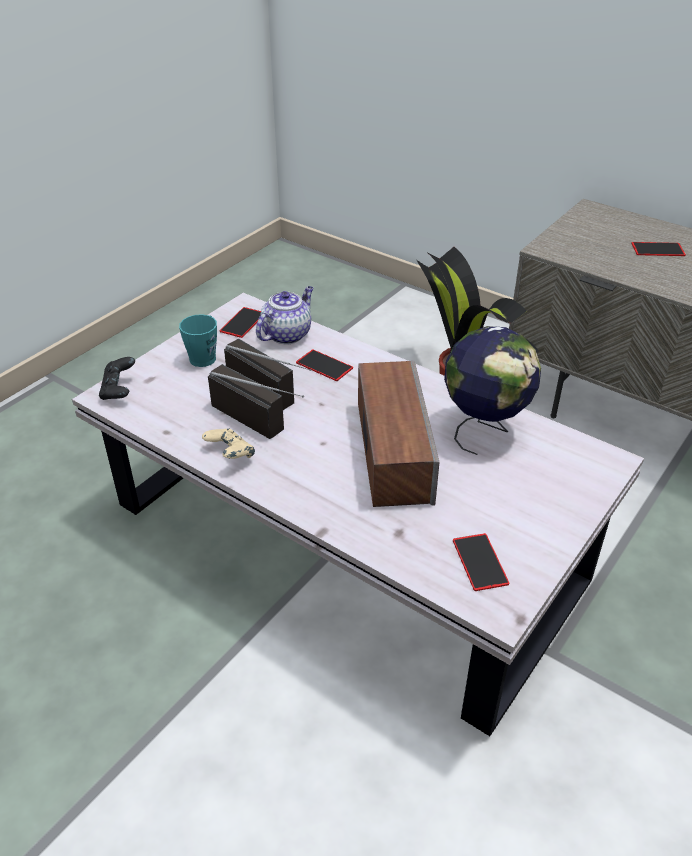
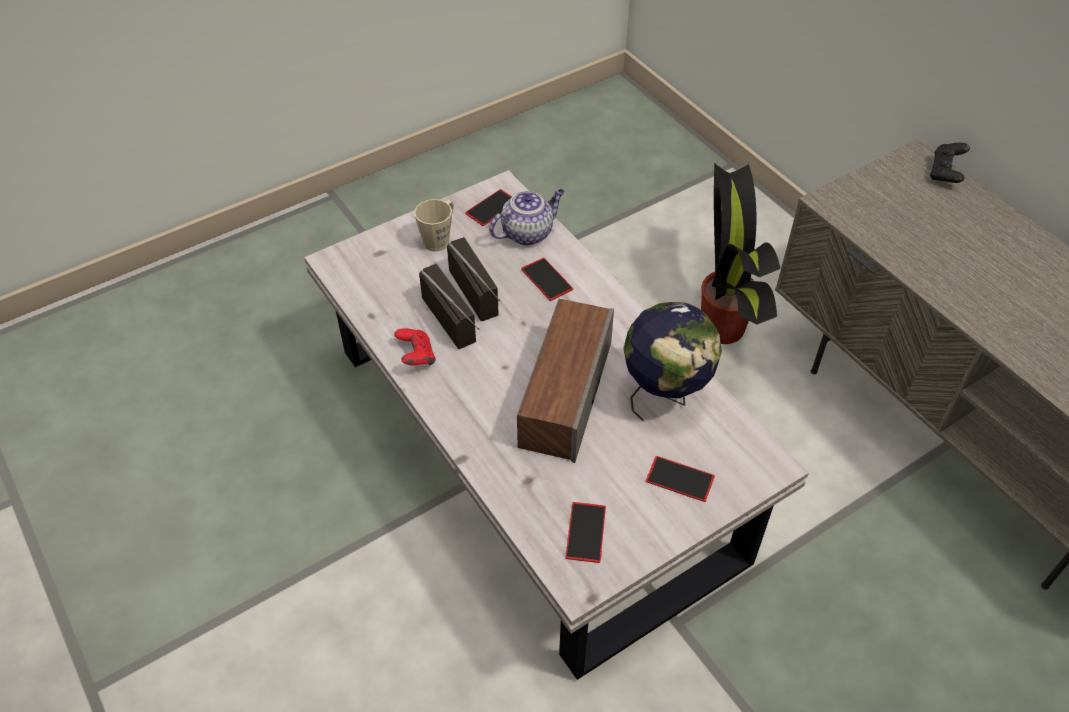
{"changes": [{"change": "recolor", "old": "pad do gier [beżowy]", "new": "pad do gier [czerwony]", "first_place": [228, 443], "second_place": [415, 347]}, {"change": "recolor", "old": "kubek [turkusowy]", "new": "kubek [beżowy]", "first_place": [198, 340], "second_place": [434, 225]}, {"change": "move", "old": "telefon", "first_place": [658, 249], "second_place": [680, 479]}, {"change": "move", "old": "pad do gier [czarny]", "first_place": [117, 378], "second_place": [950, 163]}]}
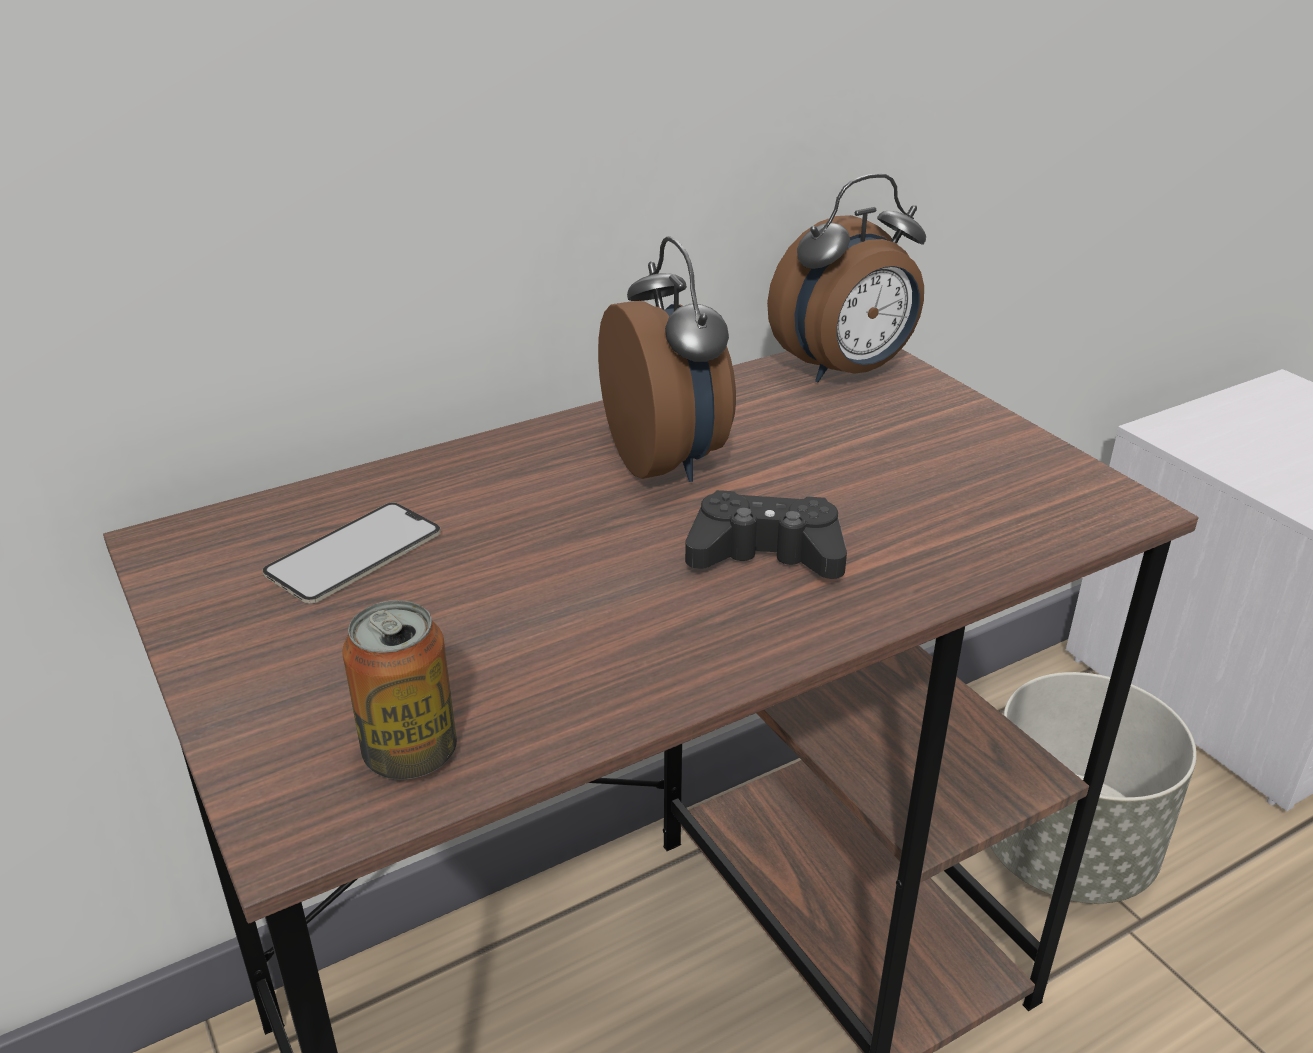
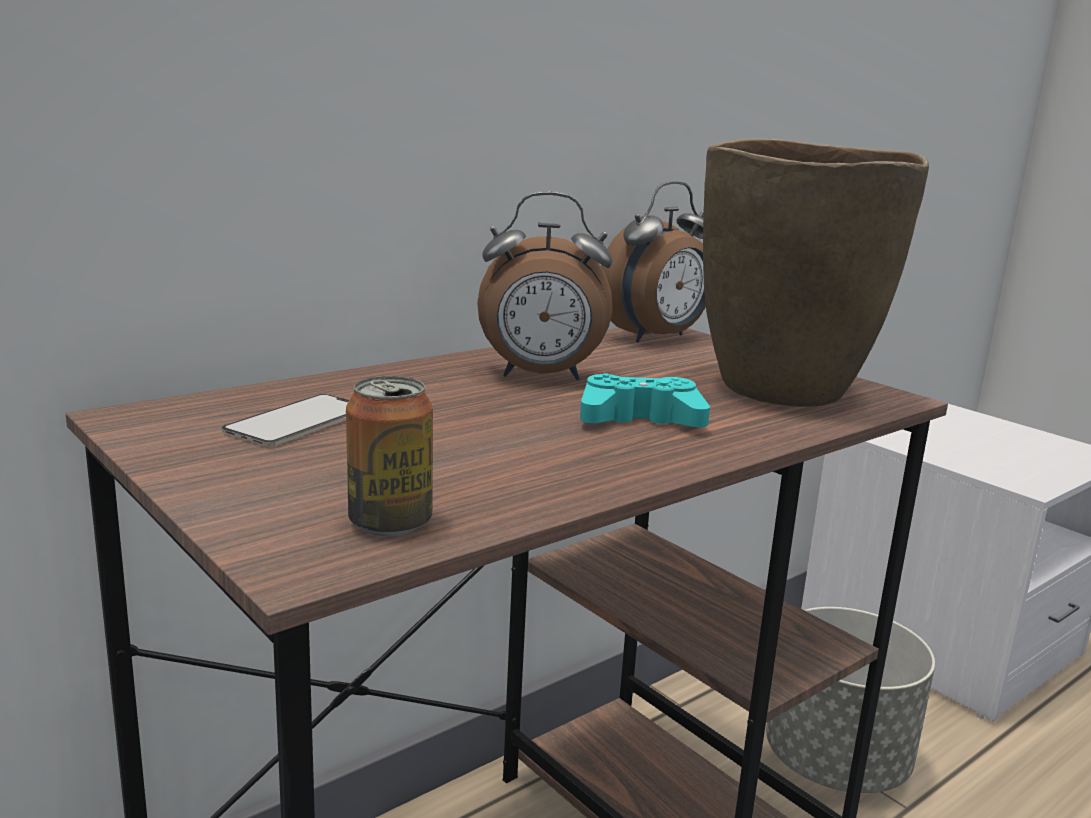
{"changes": [{"change": "rotate", "old": "budzik", "first_place": [667, 359], "second_place": [545, 286], "degrees": 120}, {"change": "recolor", "old": "pad do gier [czarny]", "new": "pad do gier [turkusowy]", "first_place": [766, 534], "second_place": [645, 400]}, {"change": "insert", "new": "wazon [brązowy]", "second_place": [816, 272]}]}
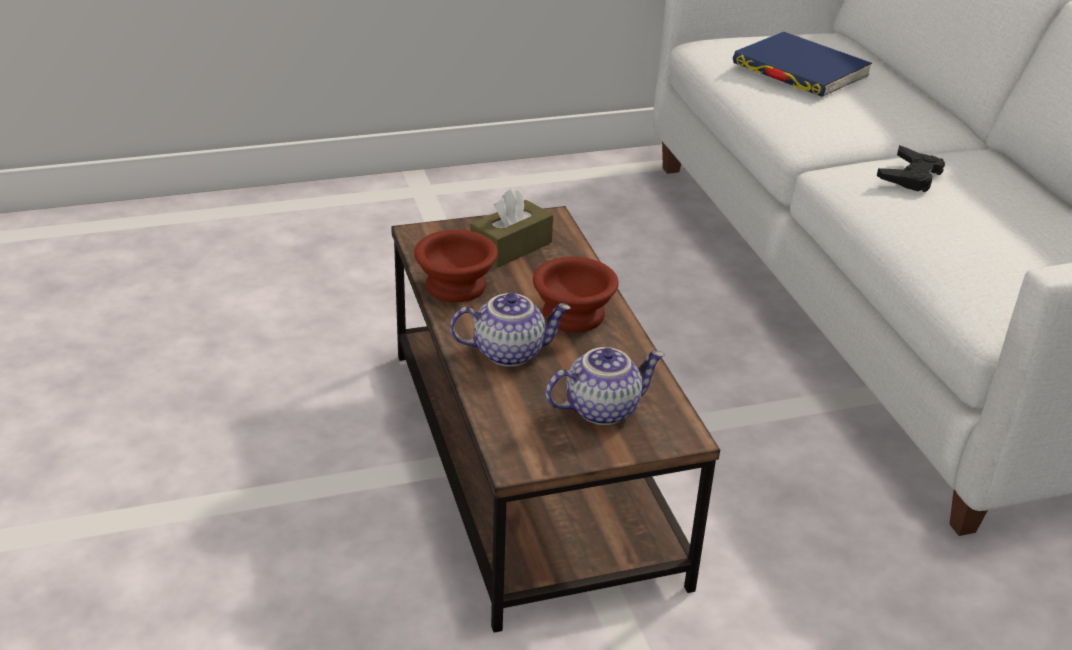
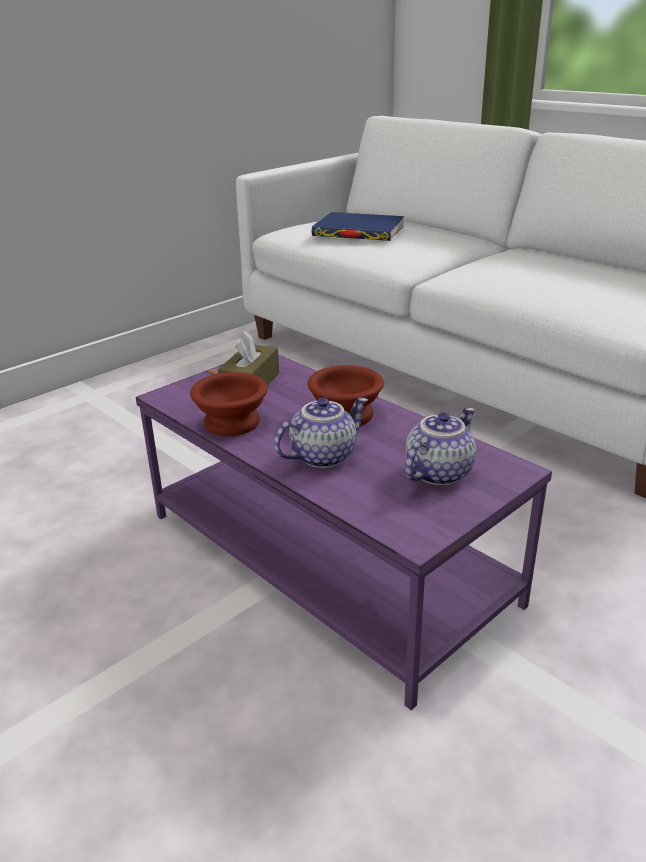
{"changes": [{"change": "recolor", "old": "ława [brązowy]", "new": "ława [fioletowy]", "first_place": [555, 419], "second_place": [344, 532]}, {"change": "delete", "old": "pad do gier [czarny]", "first_place": [911, 168]}]}
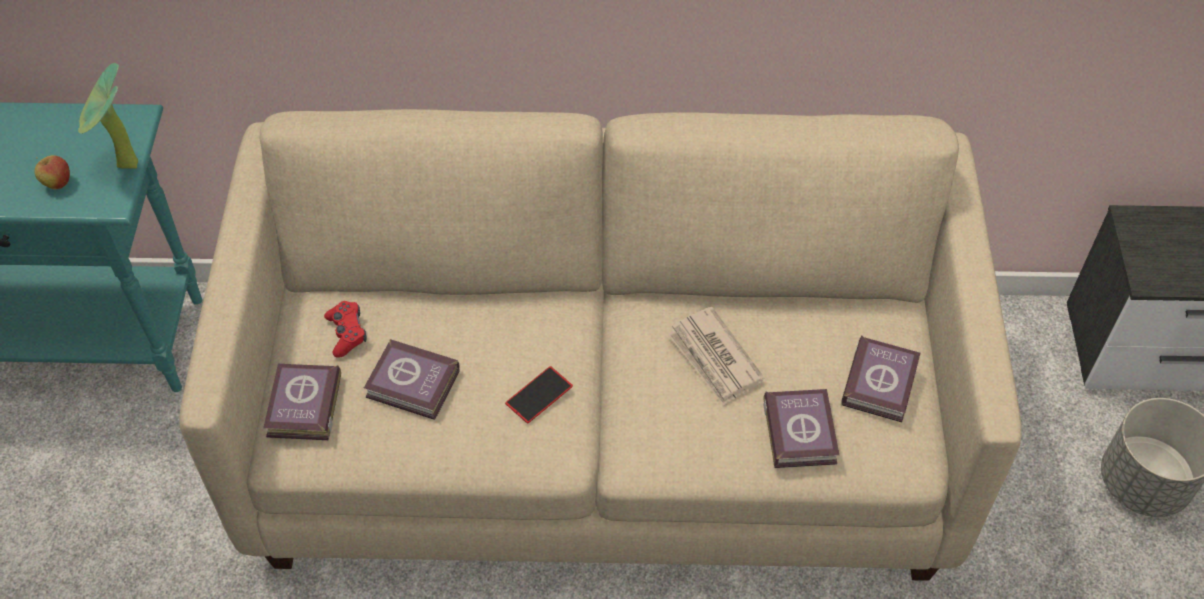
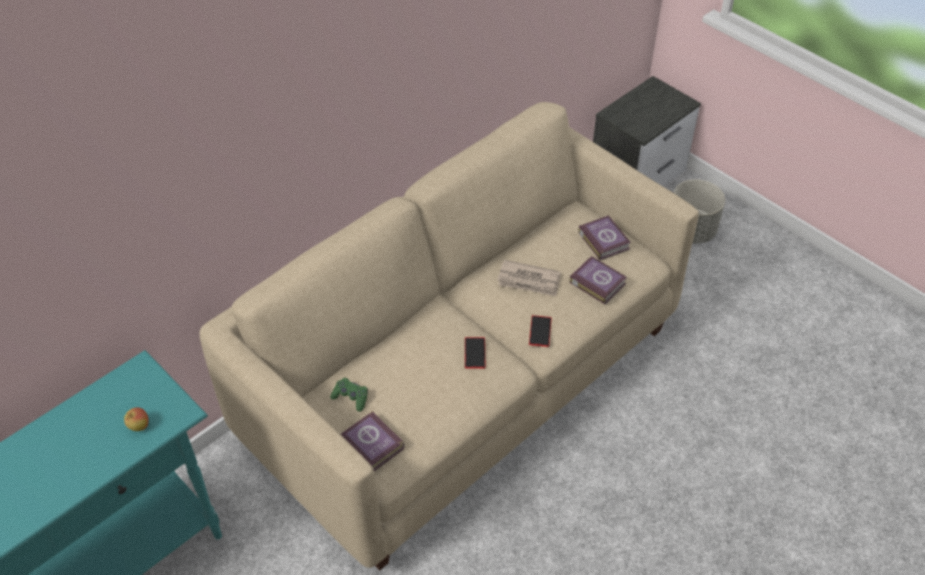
{"changes": [{"change": "recolor", "old": "pad do gier [czerwony]", "new": "pad do gier [zielony]", "first_place": [345, 329], "second_place": [349, 395]}, {"change": "insert", "new": "telefon", "second_place": [540, 331]}, {"change": "delete", "old": "roślina doniczkowa", "first_place": [108, 116]}, {"change": "delete", "old": "książka", "first_place": [412, 379]}]}
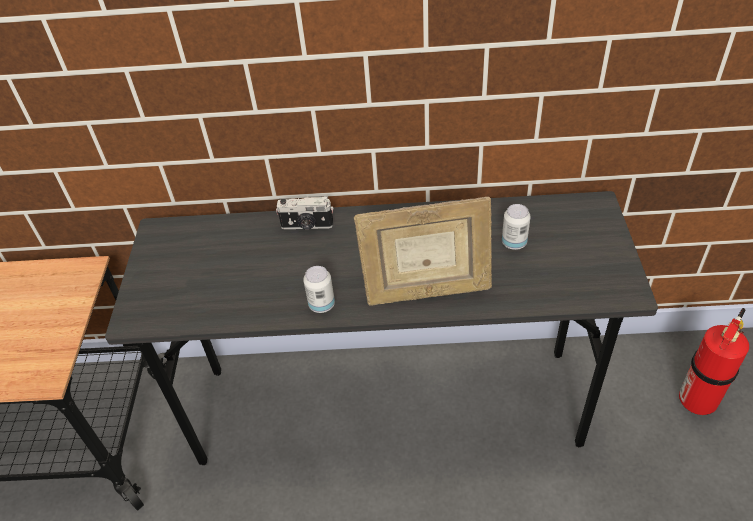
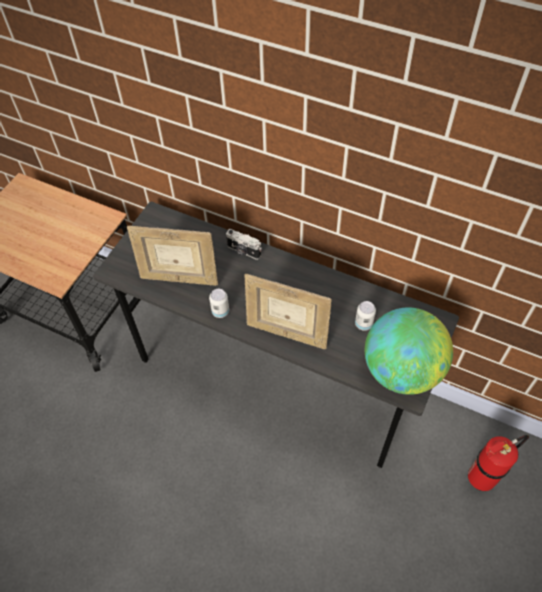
{"changes": [{"change": "insert", "new": "ramka na zdjęcie", "second_place": [172, 256]}, {"change": "insert", "new": "globus", "second_place": [409, 351]}]}
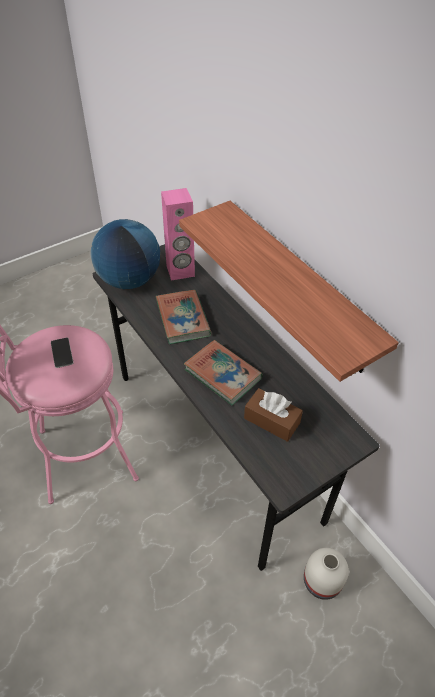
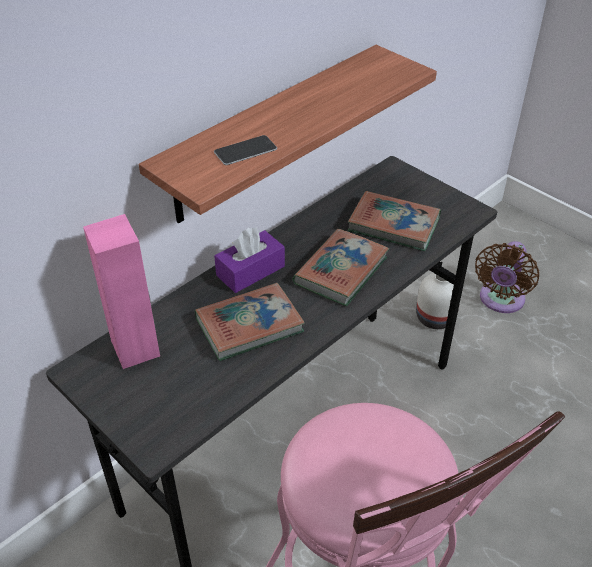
{"changes": [{"change": "move", "old": "telefon", "first_place": [62, 353], "second_place": [245, 150]}, {"change": "insert", "new": "pudełko chusteczek [fioletowy]", "second_place": [249, 260]}, {"change": "replace", "old": "pudełko chusteczek [brązowy]", "new": "książka", "first_place": [273, 415], "second_place": [394, 221]}, {"change": "insert", "new": "wentylator [brązowy]", "second_place": [507, 277]}, {"change": "delete", "old": "globus", "first_place": [125, 254]}]}
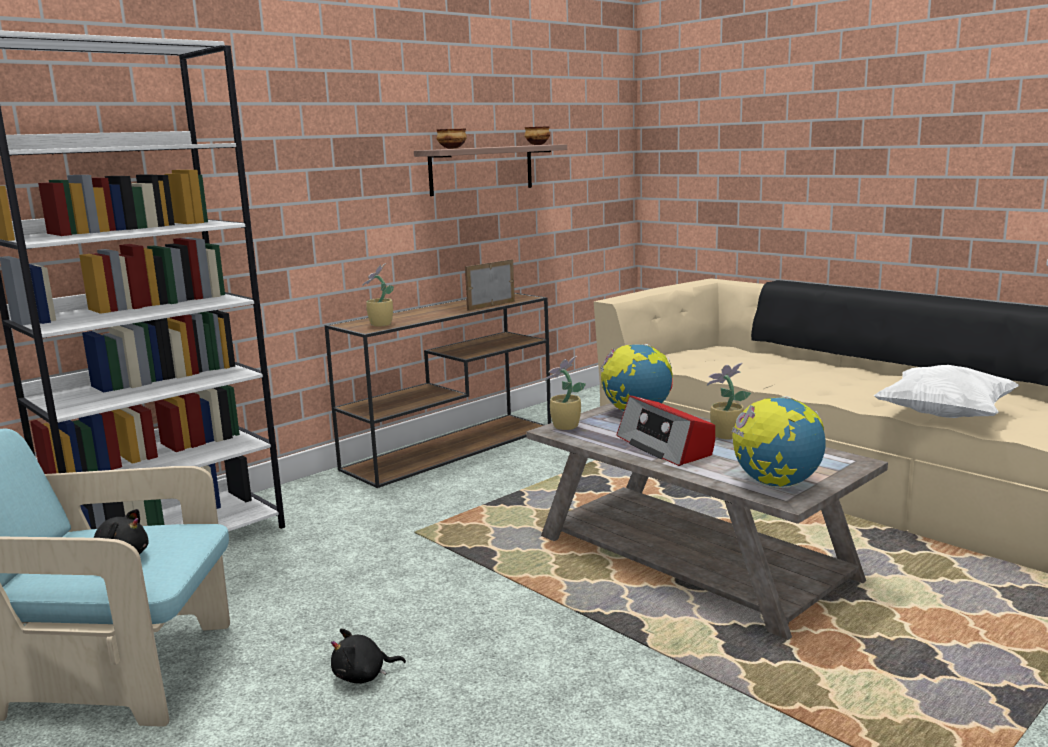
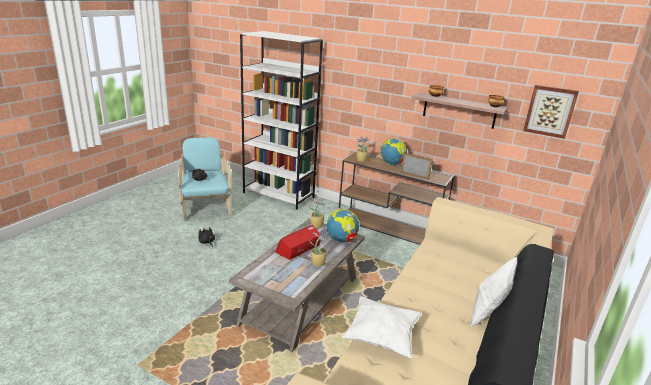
{"changes": [{"change": "move", "old": "globus", "first_place": [778, 442], "second_place": [393, 151]}, {"change": "insert", "new": "poduszka [biały]", "second_place": [494, 292]}, {"change": "insert", "new": "obraz", "second_place": [551, 112]}]}
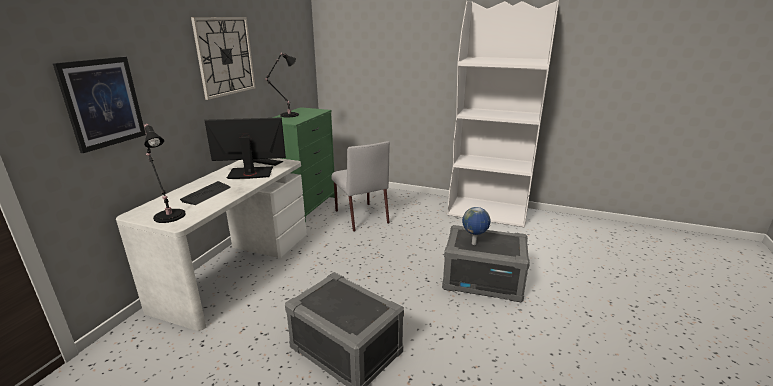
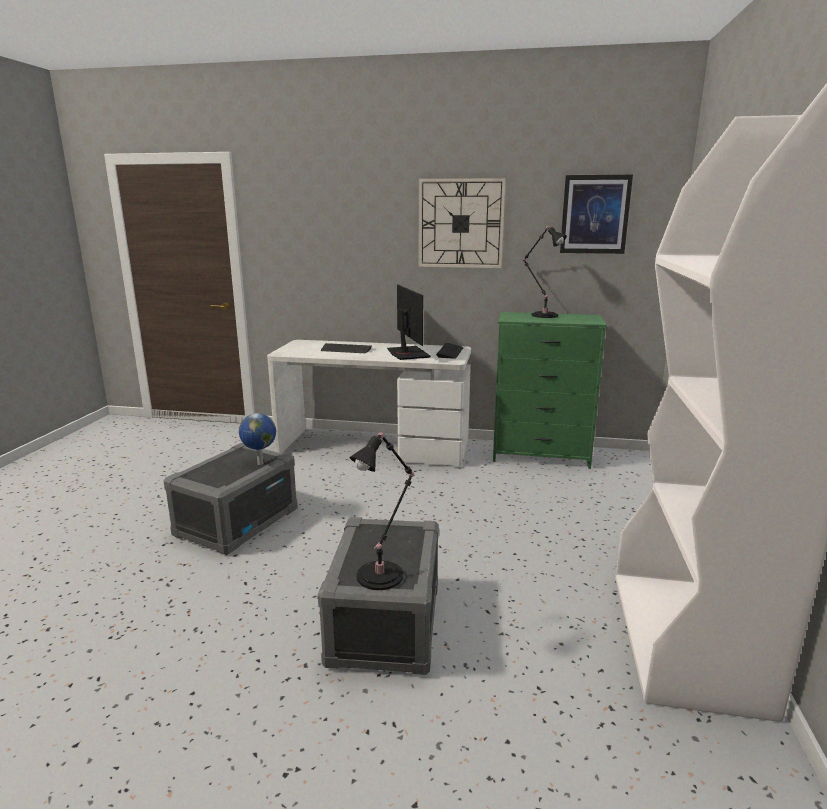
{"changes": [{"change": "move", "old": "globus", "first_place": [476, 226], "second_place": [257, 439]}, {"change": "move", "old": "lampa stołowa [czarny]", "first_place": [164, 173], "second_place": [382, 510]}, {"change": "move", "old": "obraz", "first_place": [99, 105], "second_place": [596, 214]}, {"change": "delete", "old": "krzesło [szary]", "first_place": [360, 186]}]}
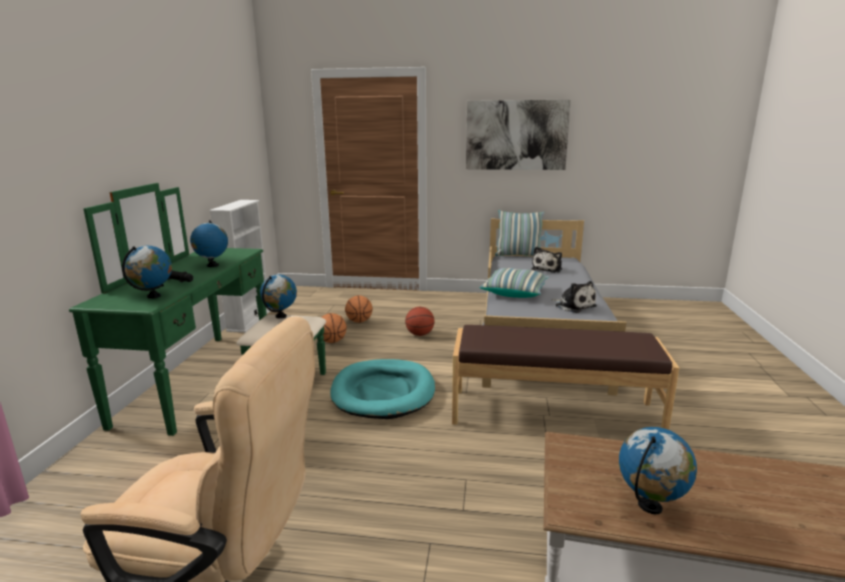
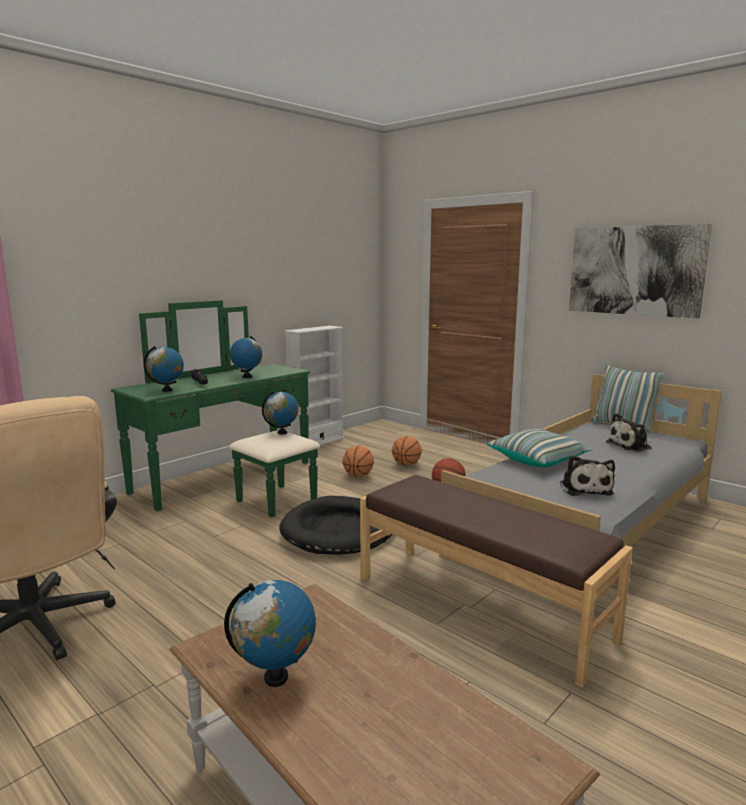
{"changes": [{"change": "recolor", "old": "legowisko [turkusowy]", "new": "legowisko [czarny]", "first_place": [382, 389], "second_place": [335, 525]}]}
